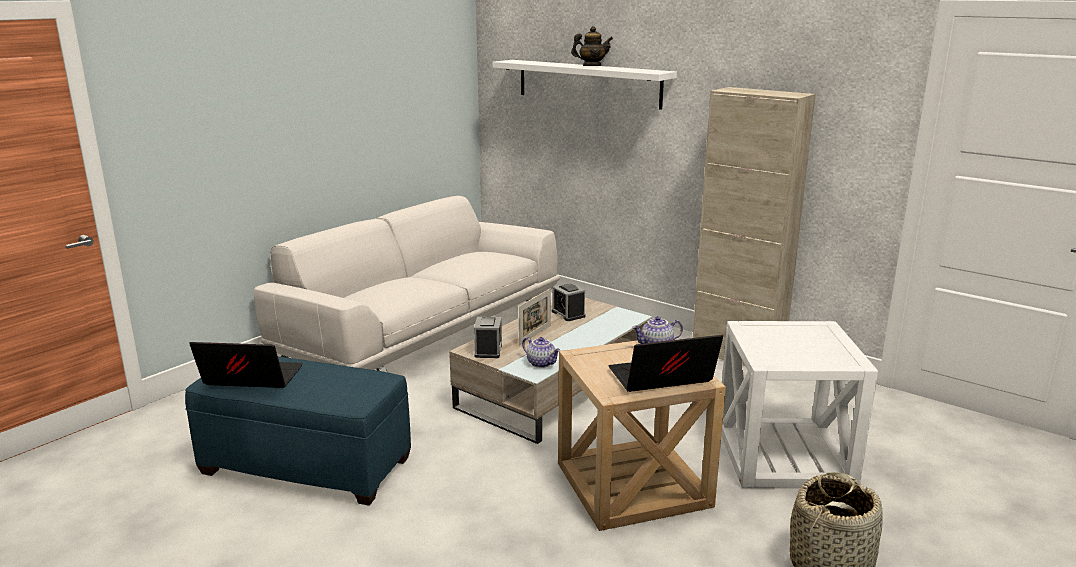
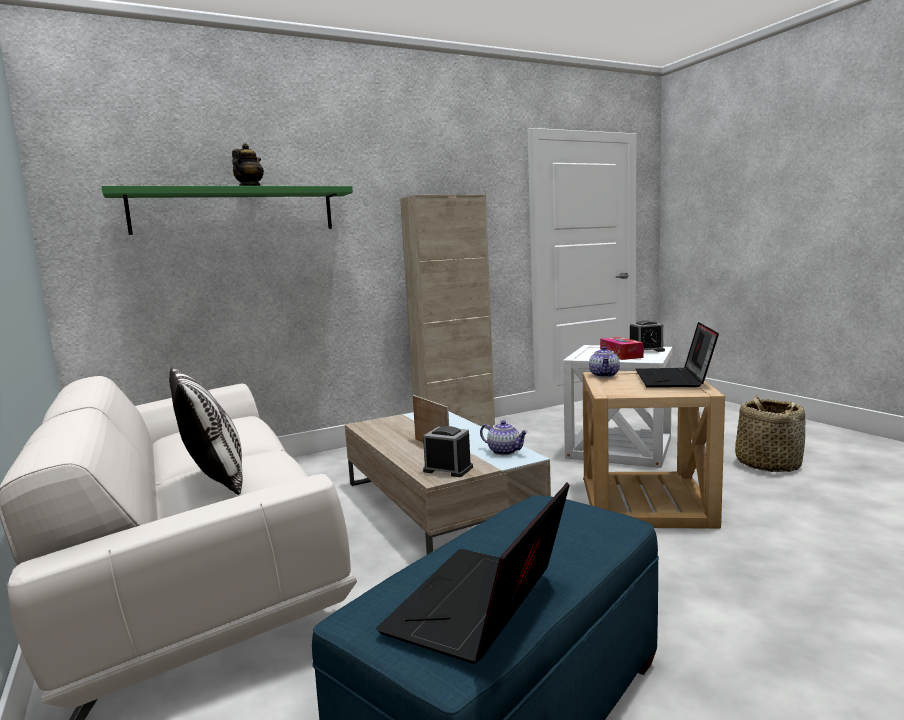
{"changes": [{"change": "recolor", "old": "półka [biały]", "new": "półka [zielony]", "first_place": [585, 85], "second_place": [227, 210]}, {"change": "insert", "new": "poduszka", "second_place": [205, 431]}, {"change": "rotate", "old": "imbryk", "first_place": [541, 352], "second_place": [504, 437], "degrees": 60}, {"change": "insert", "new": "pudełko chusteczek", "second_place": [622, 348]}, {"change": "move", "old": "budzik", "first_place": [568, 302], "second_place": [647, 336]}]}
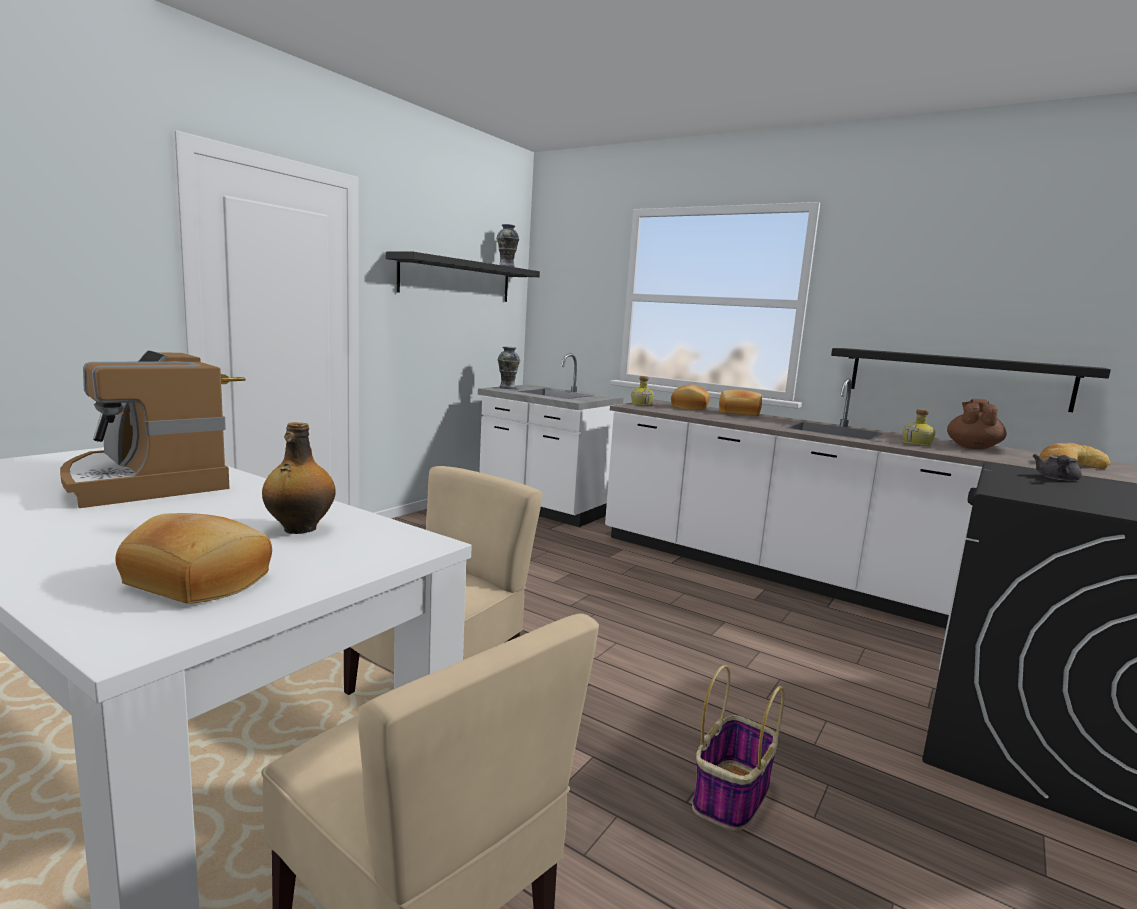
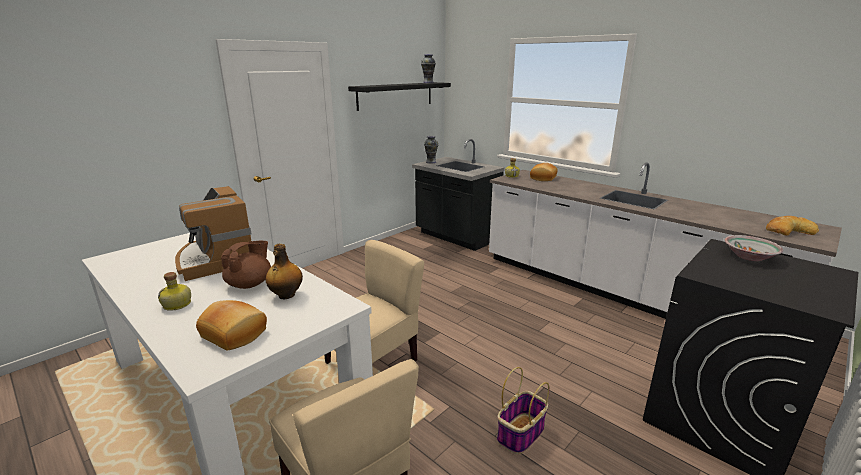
{"changes": [{"change": "move", "old": "butelka", "first_place": [919, 427], "second_place": [174, 291]}, {"change": "move", "old": "imbryk [brązowy]", "first_place": [977, 424], "second_place": [246, 265]}, {"change": "recolor", "old": "zabudowa kuchenna [biały]", "new": "zabudowa kuchenna [czarny]", "first_place": [551, 440], "second_place": [458, 195]}, {"change": "replace", "old": "imbryk [szary]", "new": "miska", "first_place": [1057, 467], "second_place": [754, 248]}, {"change": "delete", "old": "chleb", "first_place": [740, 403]}, {"change": "delete", "old": "półka [czarny]", "first_place": [971, 380]}]}
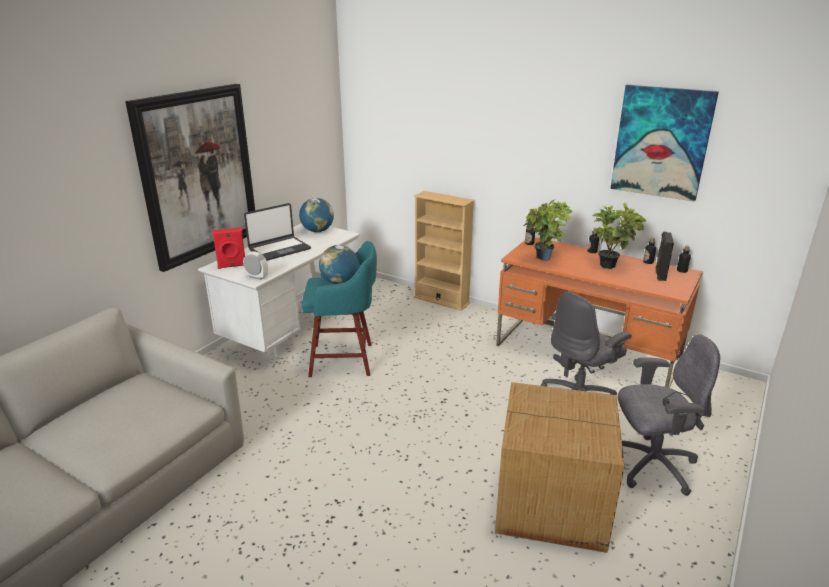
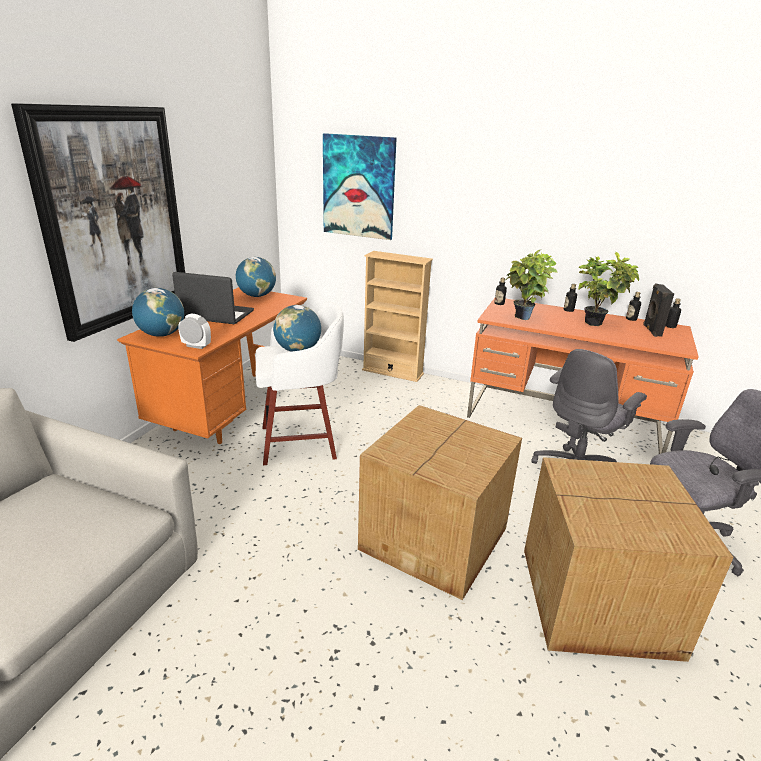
{"changes": [{"change": "recolor", "old": "biurko [biały]", "new": "biurko [pomarańczowy]", "first_place": [279, 290], "second_place": [212, 365]}, {"change": "replace", "old": "głośnik [czerwony]", "new": "globus", "first_place": [228, 248], "second_place": [158, 312]}, {"change": "rotate", "old": "laptop", "first_place": [277, 232], "second_place": [213, 298], "degrees": -120}, {"change": "recolor", "old": "stołek [turkusowy]", "new": "stołek [biały]", "first_place": [339, 309], "second_place": [300, 383]}, {"change": "move", "old": "obraz", "first_place": [664, 143], "second_place": [360, 186]}, {"change": "insert", "new": "karton", "second_place": [440, 502]}]}
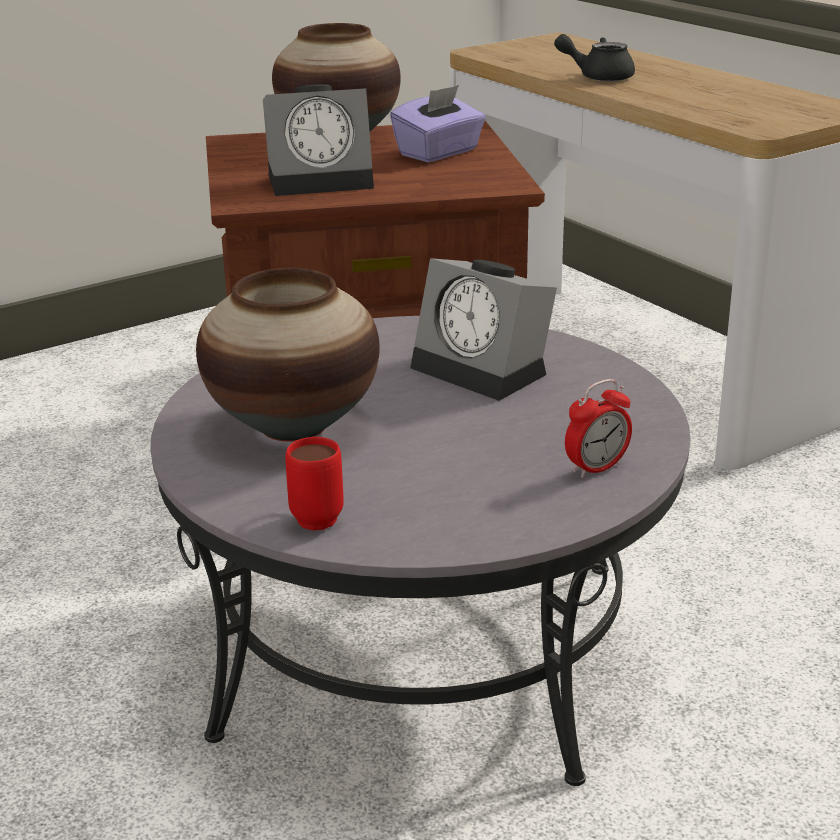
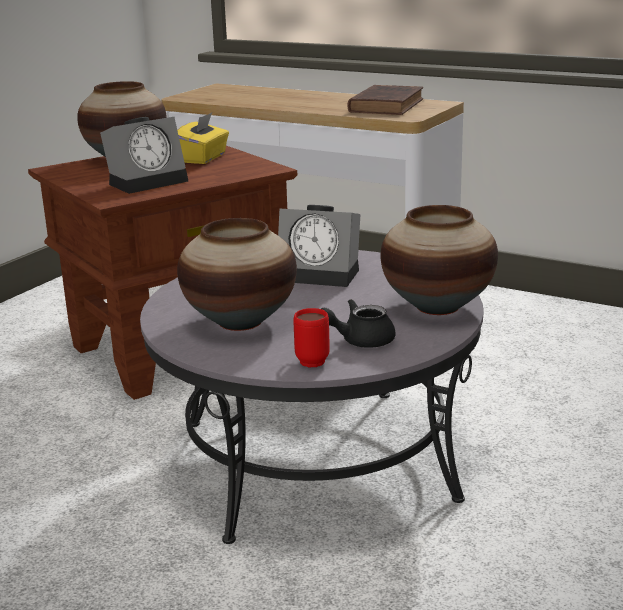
{"changes": [{"change": "recolor", "old": "pudełko chusteczek [fioletowy]", "new": "pudełko chusteczek [żółty]", "first_place": [438, 123], "second_place": [203, 138]}, {"change": "move", "old": "imbryk [czarny]", "first_place": [594, 58], "second_place": [358, 323]}, {"change": "insert", "new": "książka [brązowy]", "second_place": [385, 100]}, {"change": "replace", "old": "budzik", "new": "wazon", "first_place": [598, 428], "second_place": [439, 260]}]}
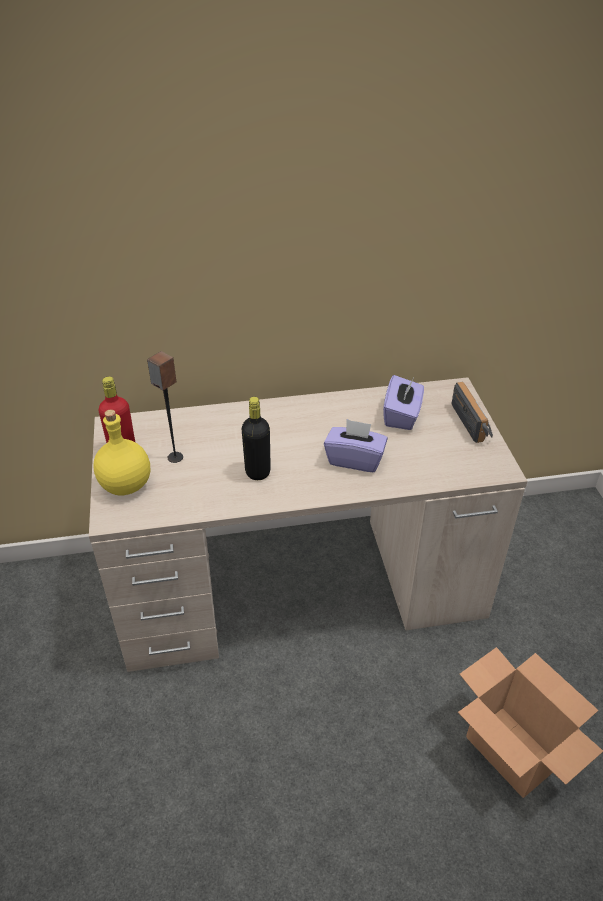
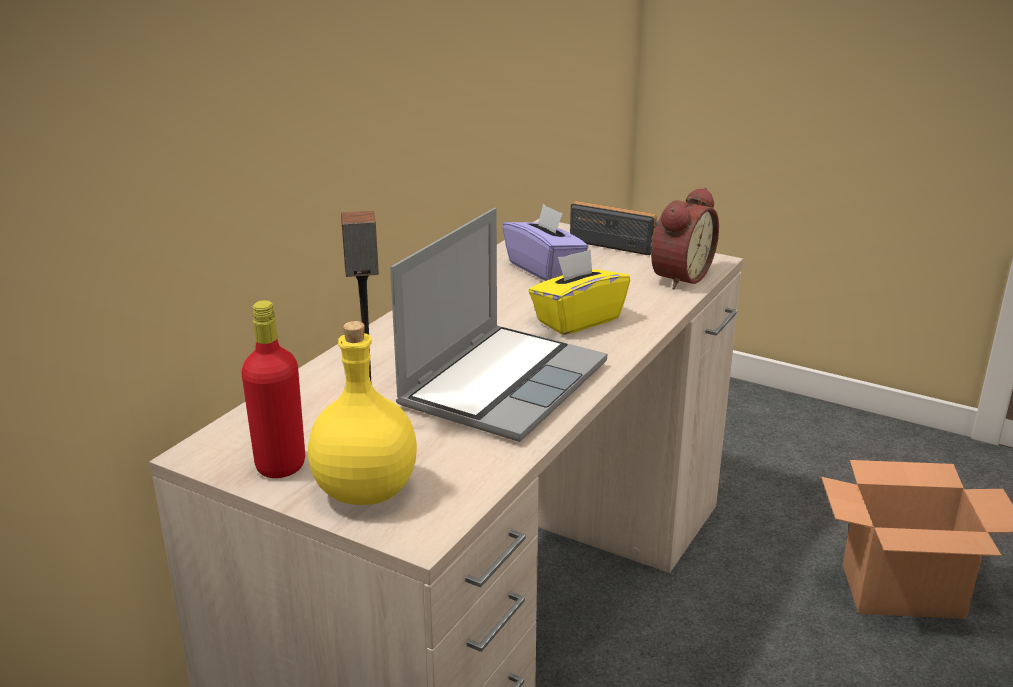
{"changes": [{"change": "replace", "old": "butelka [czarny]", "new": "laptop", "first_place": [256, 438], "second_place": [498, 325]}, {"change": "recolor", "old": "pudełko chusteczek [fioletowy]", "new": "pudełko chusteczek [żółty]", "first_place": [356, 445], "second_place": [579, 292]}, {"change": "insert", "new": "budzik", "second_place": [685, 238]}]}
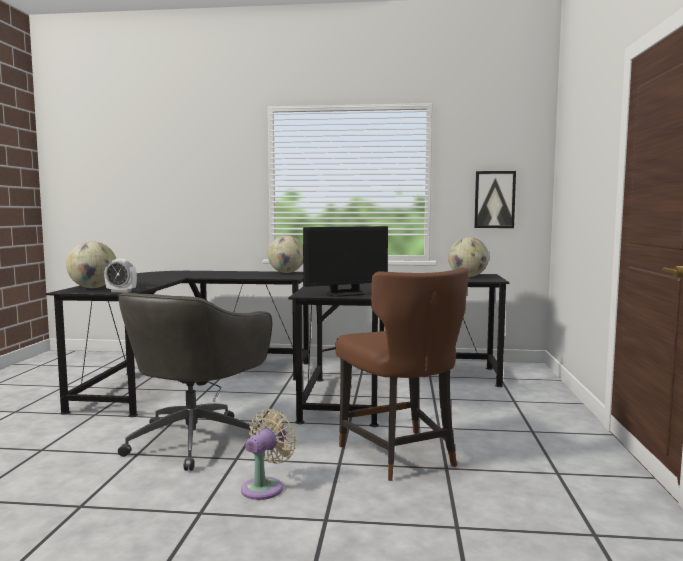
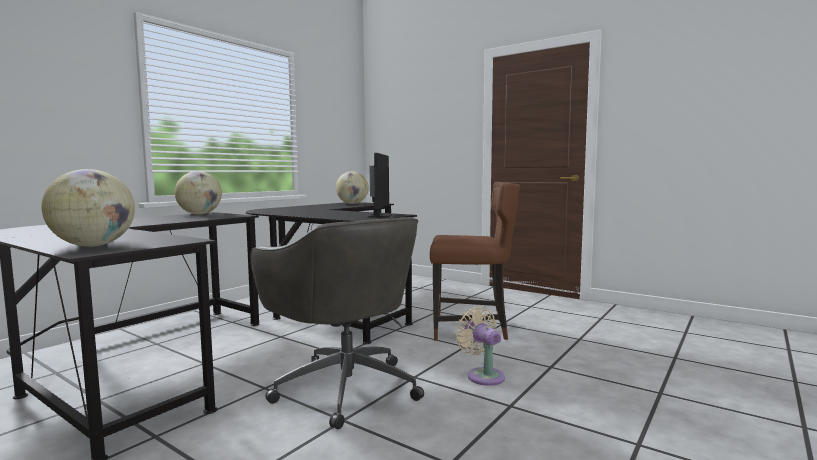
{"changes": [{"change": "delete", "old": "budzik", "first_place": [120, 275]}, {"change": "delete", "old": "obraz", "first_place": [495, 199]}]}
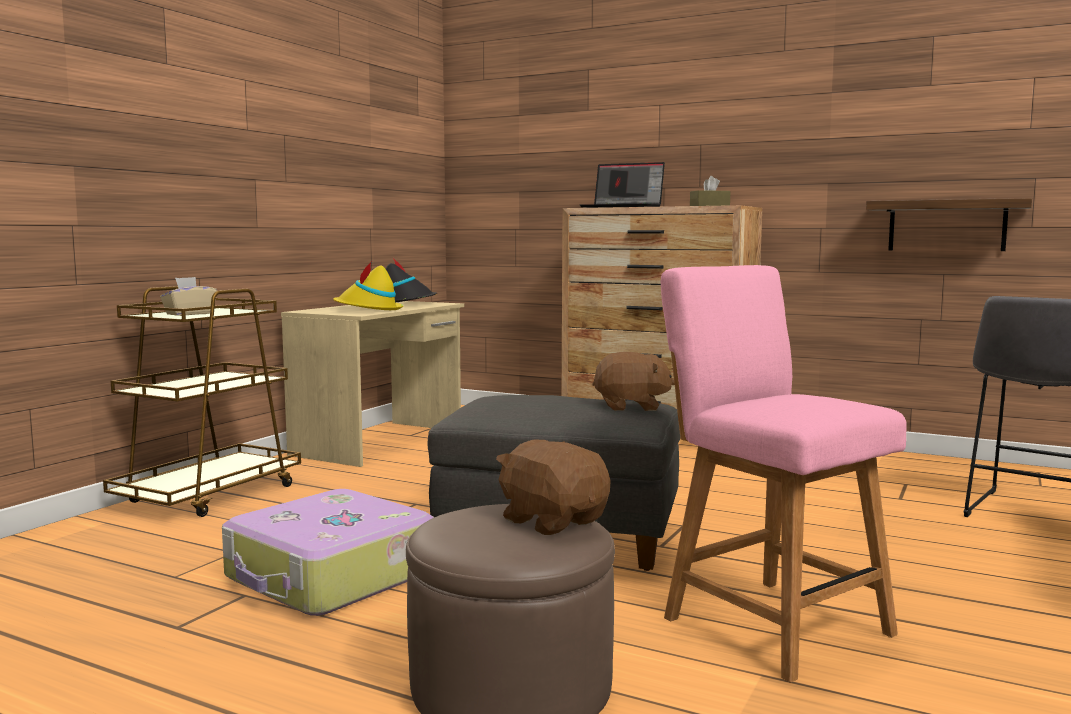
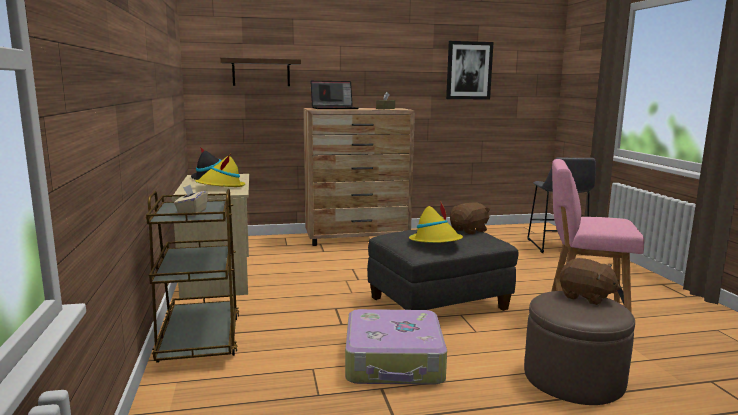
{"changes": [{"change": "move", "old": "półka", "first_place": [949, 224], "second_place": [260, 72]}, {"change": "insert", "new": "kapelusz [żółty]", "second_place": [436, 221]}, {"change": "insert", "new": "obraz", "second_place": [470, 70]}, {"change": "rotate", "old": "pluszak [brązowy]", "first_place": [553, 487], "second_place": [590, 281], "degrees": -150}]}
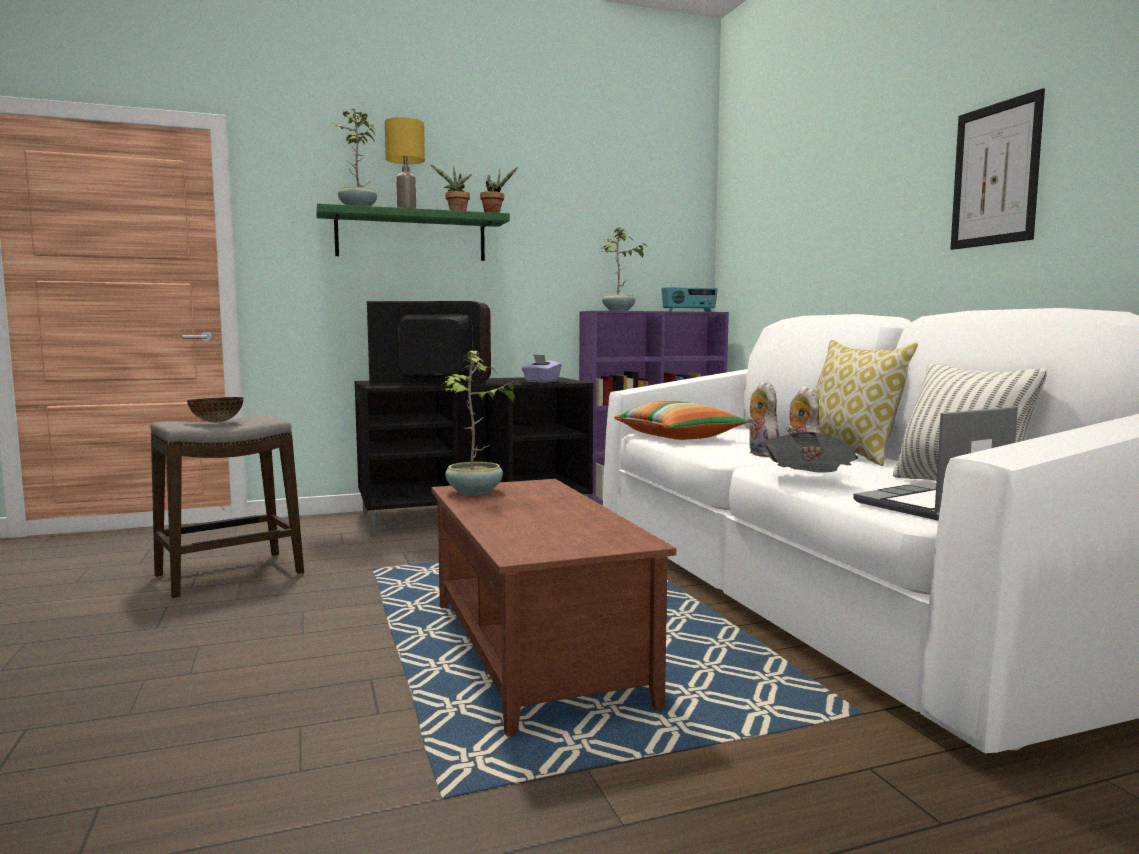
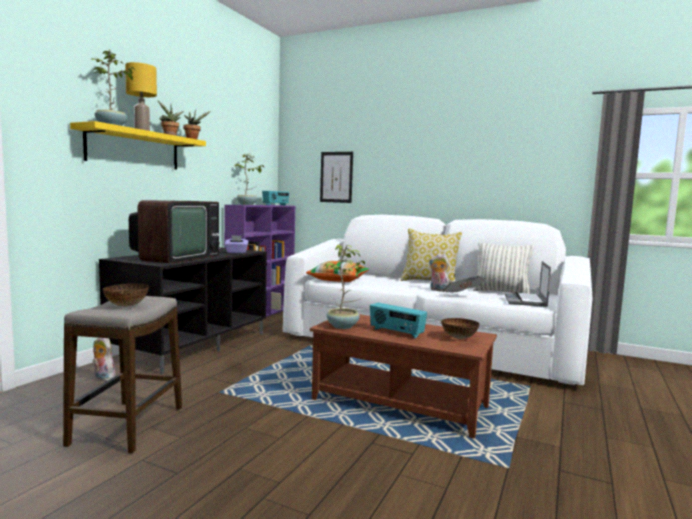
{"changes": [{"change": "recolor", "old": "półka [zielony]", "new": "półka [żółty]", "first_place": [413, 232], "second_place": [138, 145]}, {"change": "move", "old": "pluszak", "first_place": [763, 419], "second_place": [104, 359]}, {"change": "rotate", "old": "telewizor", "first_place": [429, 343], "second_place": [174, 231], "degrees": 150}, {"change": "move", "old": "obraz", "first_place": [998, 169], "second_place": [336, 177]}, {"change": "insert", "new": "radio", "second_place": [398, 320]}, {"change": "insert", "new": "miska", "second_place": [460, 328]}]}
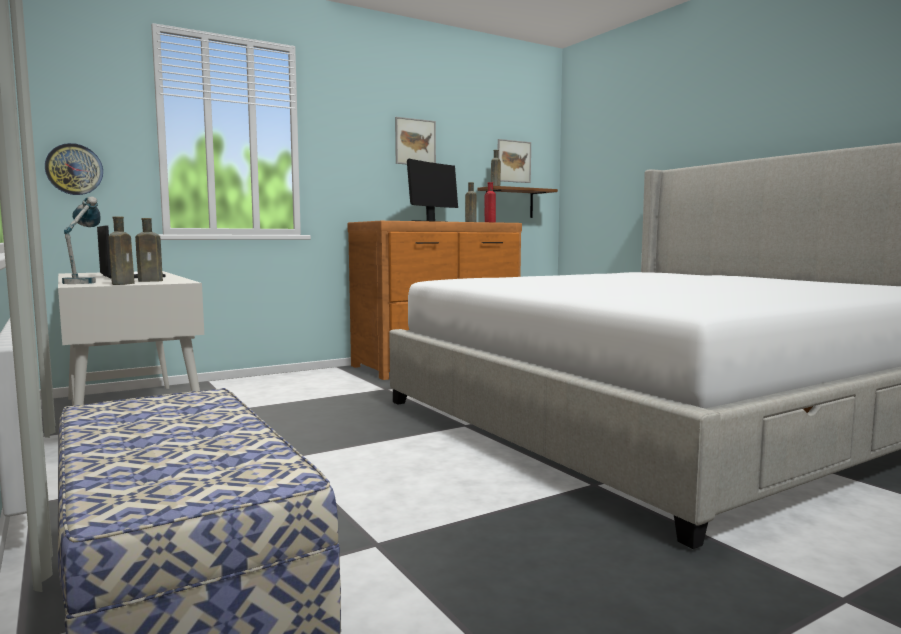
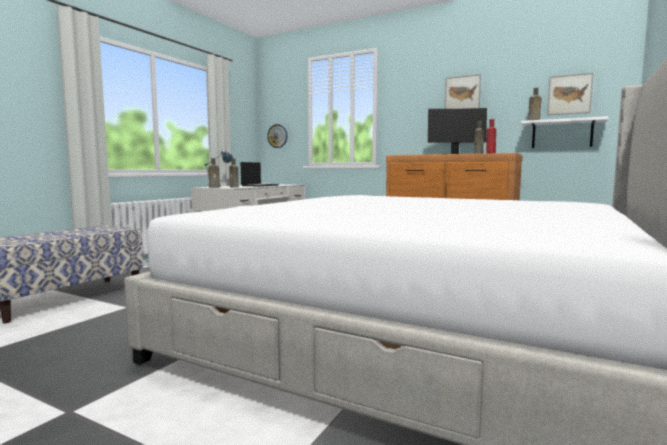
{"changes": [{"change": "recolor", "old": "półka [brązowy]", "new": "półka [biały]", "first_place": [517, 202], "second_place": [564, 132]}]}
